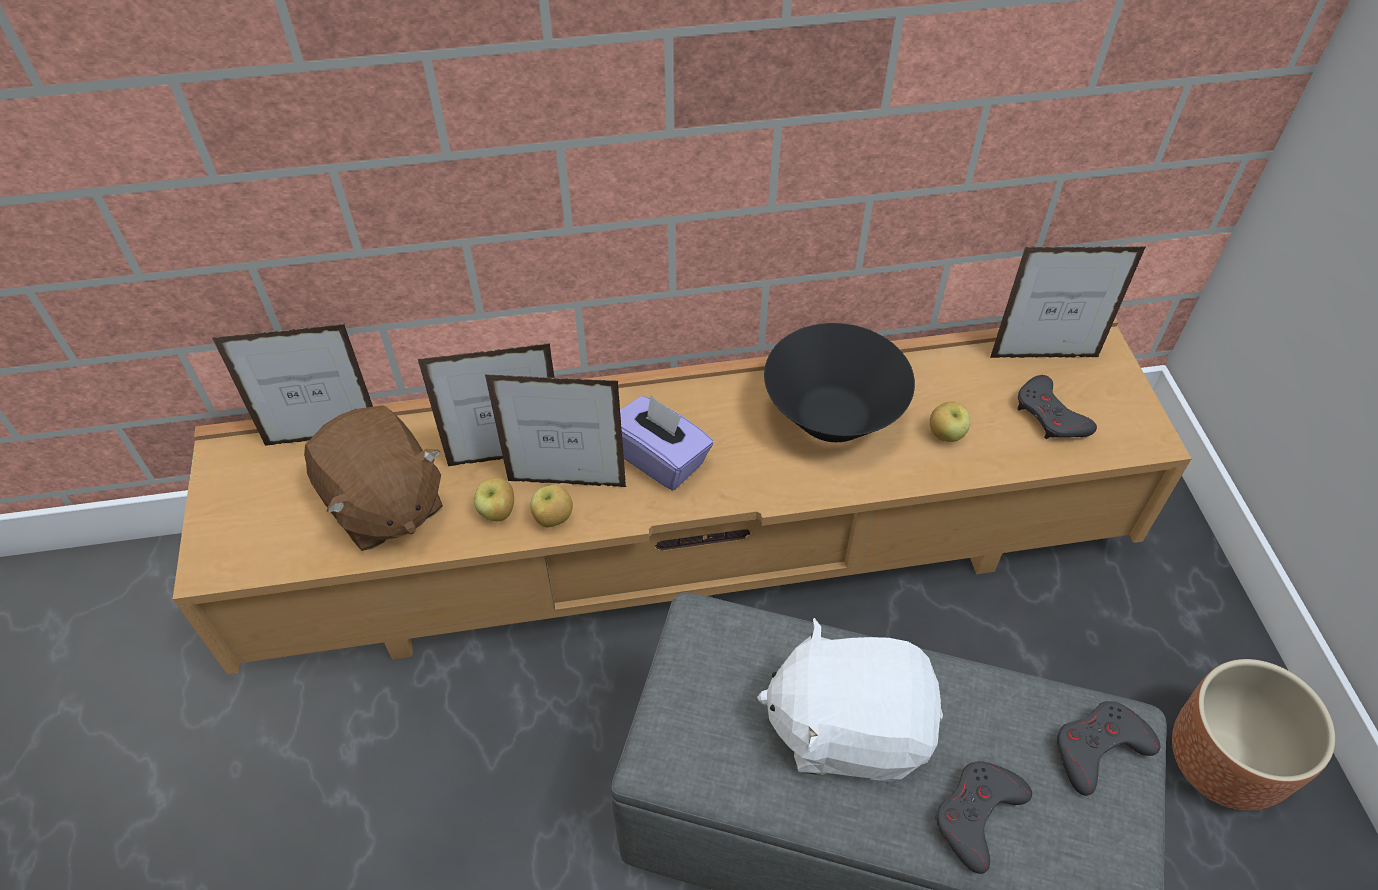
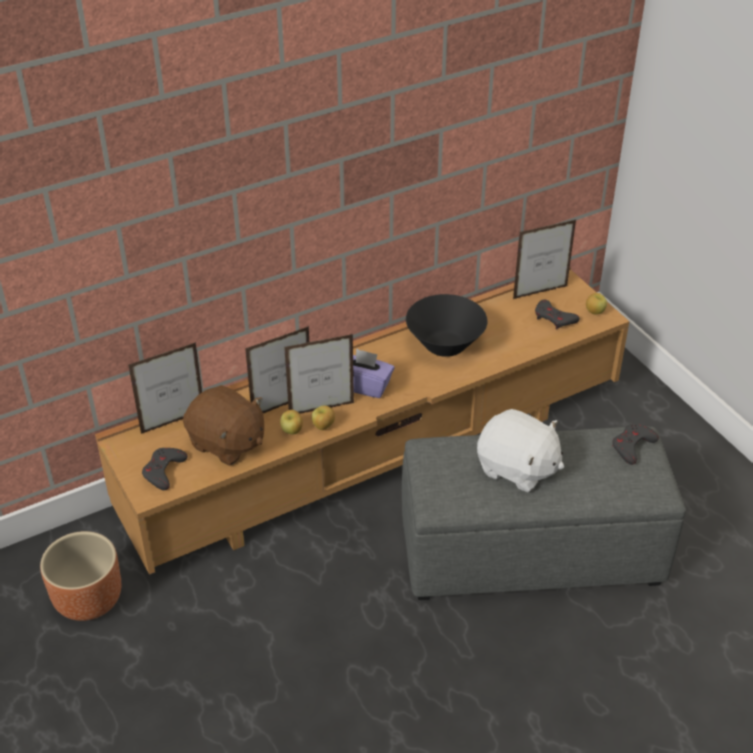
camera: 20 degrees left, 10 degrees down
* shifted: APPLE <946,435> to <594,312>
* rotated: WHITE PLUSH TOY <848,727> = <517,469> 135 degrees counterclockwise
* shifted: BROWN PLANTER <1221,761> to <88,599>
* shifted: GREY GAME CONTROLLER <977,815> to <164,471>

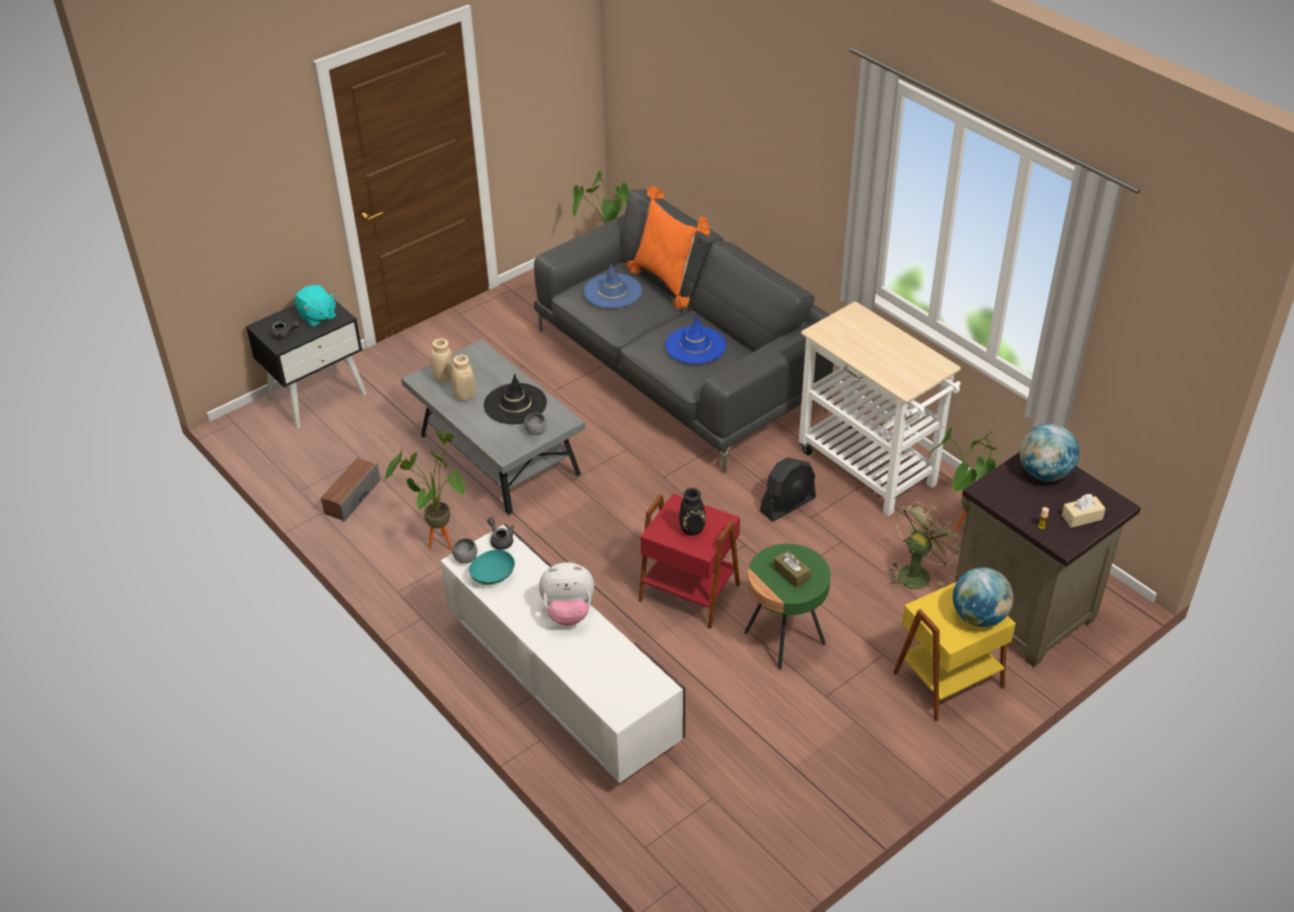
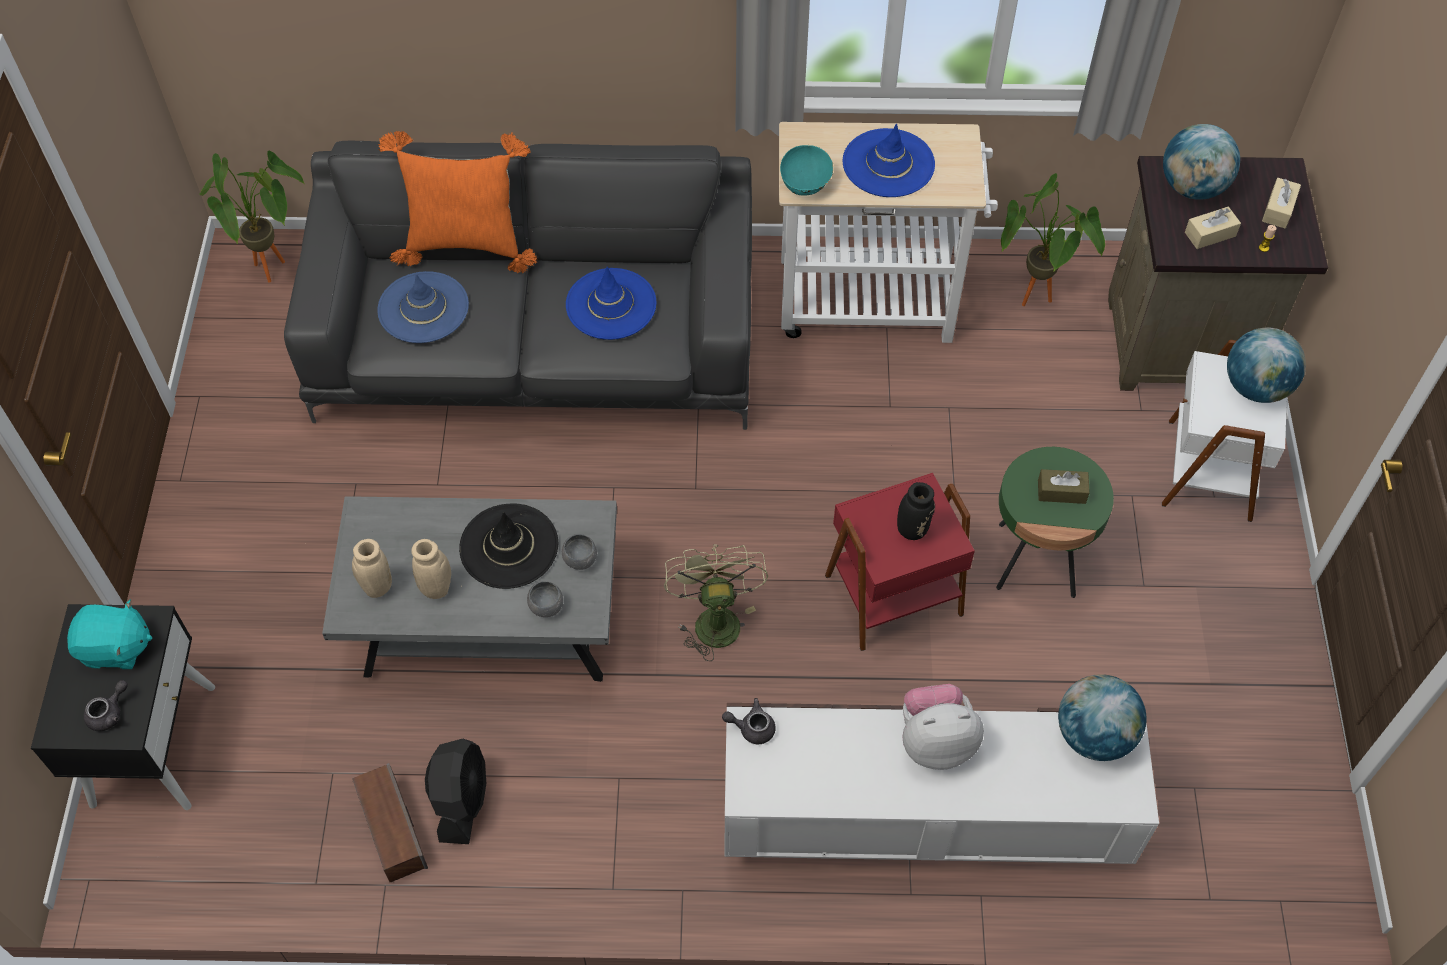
camera: 50 degrees left, 15 degrees up
* gone: POTTED PLANT <438,541>
* shifted: BLACK FAN <788,504> to <461,800>
* shifted: GREEN FAN <917,572> to <714,618>
* shifted: GREY BOWL <465,558> to <546,606>
* shifted: TURQUOISE BOWL <493,577> to <806,183>
* rotated: PLUSH TOY <568,612> = <935,741> 135 degrees counterclockwise
* repainted: YELLOW SIDE TABLE <947,678> to WHITE SIDE TABLE <1206,469>
* new: BLUE HAT <888,163>
* new: BEIGE TISSUE BOX <1210,234>
* new: GLOBE <1094,735>

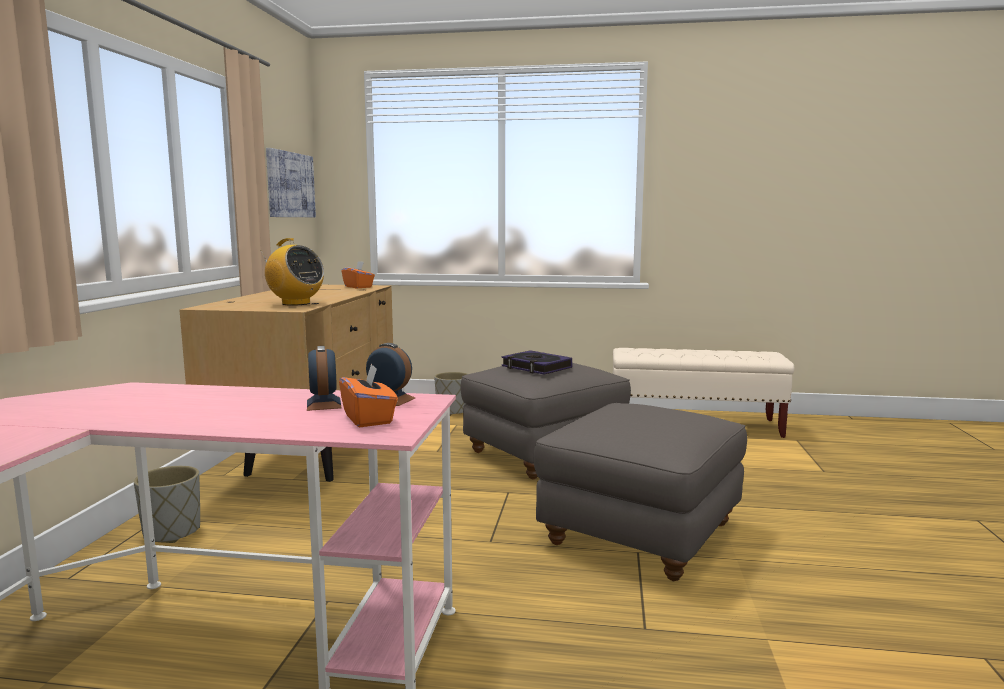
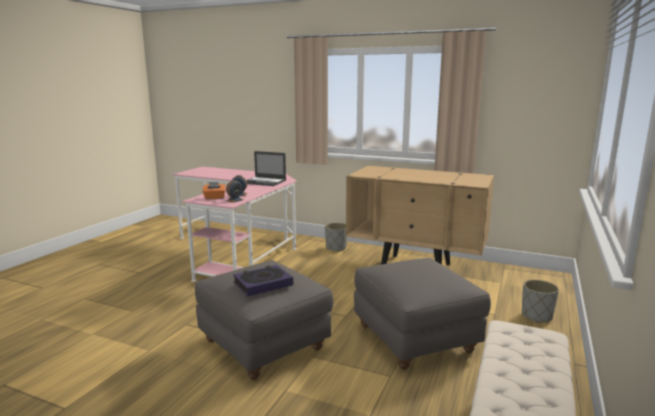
camera: 105 degrees right, 5 degrees up
* gone: PICTURE <290,185>
* gone: RADIO <295,303>
* gone: ORANGE TISSUE BOX <358,287>
* shifted: BOOK <536,367> to <263,284>
* new: LAPTOP <265,182>

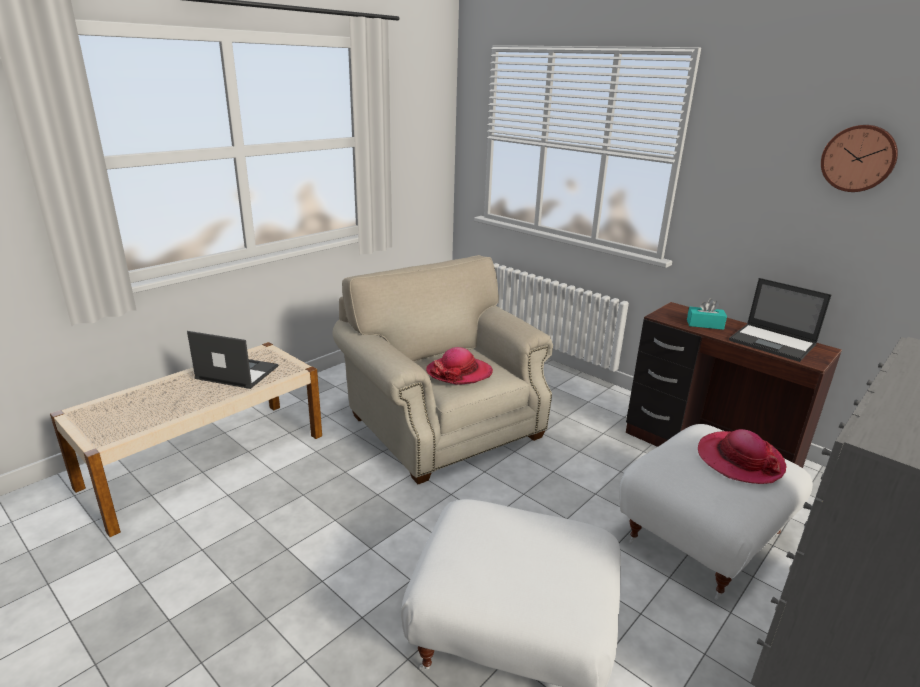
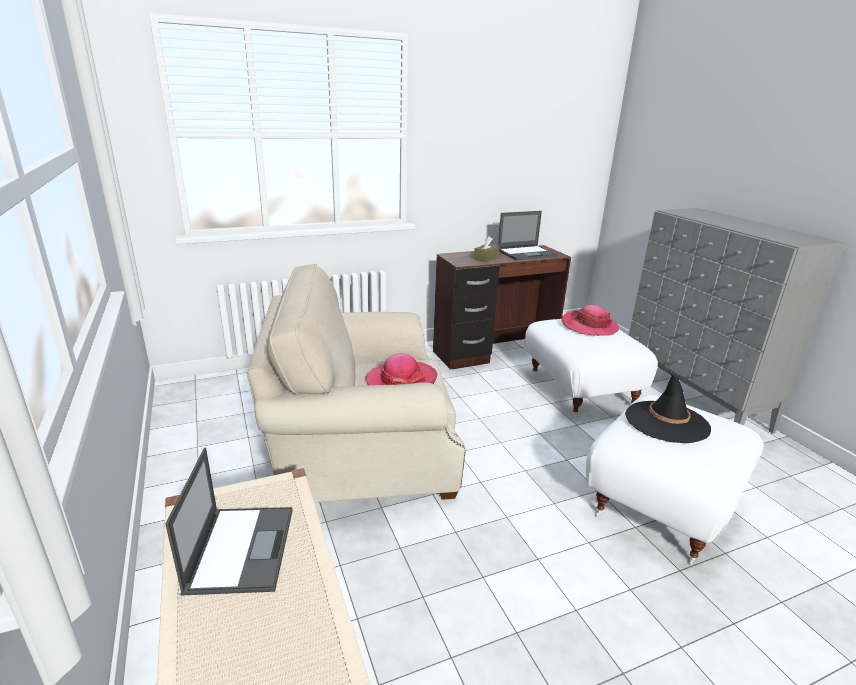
camera: 65 degrees left, 0 degrees up
* gone: WALL CLOCK <858,158>
* repainted: TURQUOISE TISSUE BOX <705,324> to BROWN TISSUE BOX <486,258>
* rotated: LAPTOP <236,372> = <241,548> 135 degrees clockwise
* new: BLACK HAT <666,422>

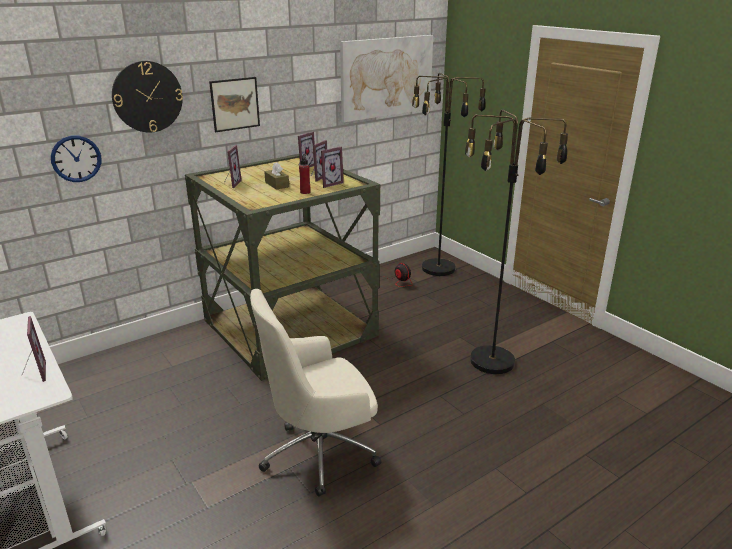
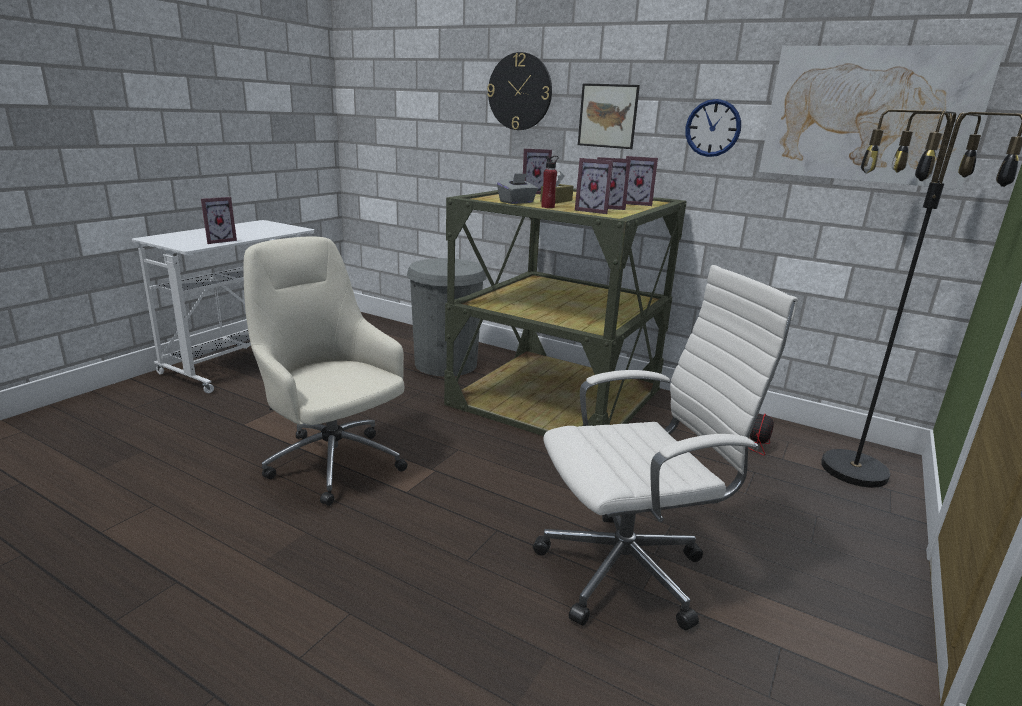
camera: 65 degrees right, 5 degrees down
* swapped: FLOOR LAMP <491,361> to WHITE OFFICE CHAIR <630,570>
* shifted: WALL CLOCK <76,158> to <713,128>
* new: GREY TISSUE BOX <517,202>
* new: GREY TRASH CAN <446,364>

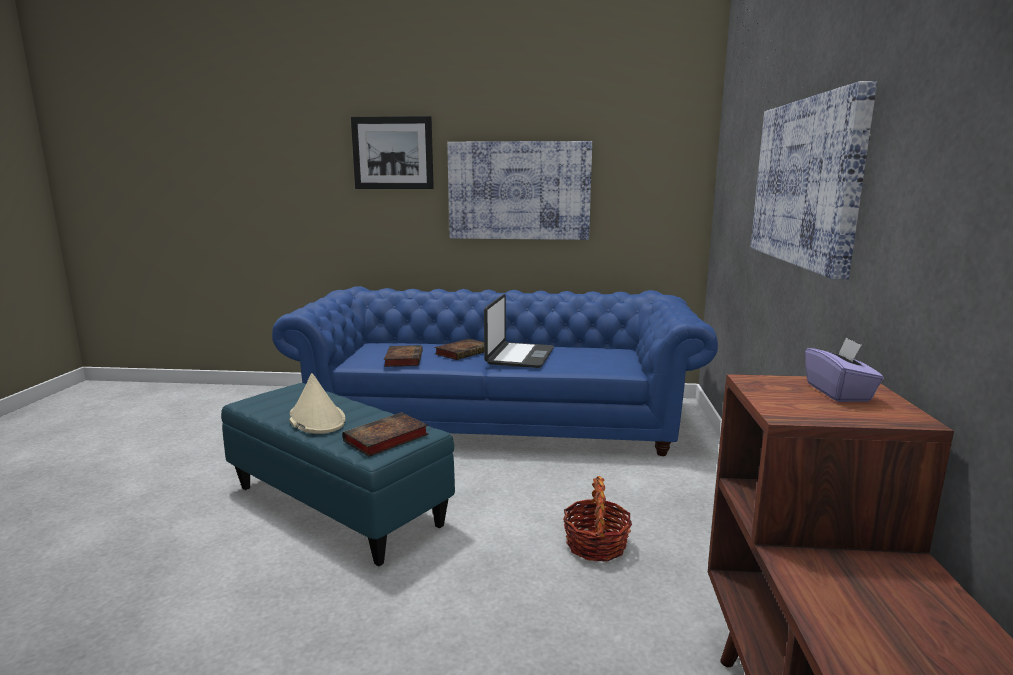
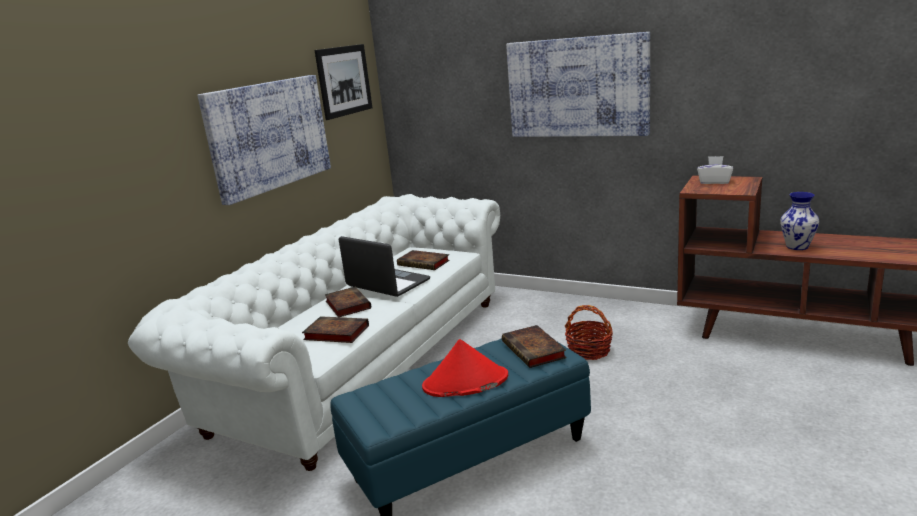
camera: 65 degrees left, 5 degrees up
* shifted: PICTURE <392,153> to <344,81>
* repainted: BLUE SOFA <497,421> to WHITE SOFA <362,360>
* repainted: PURPLE TISSUE BOX <838,393> to WHITE TISSUE BOX <714,182>
* repainted: BEIGE HAT <316,419> to RED HAT <465,382>
* new: VASE <797,246>
* new: BOOK <425,263>

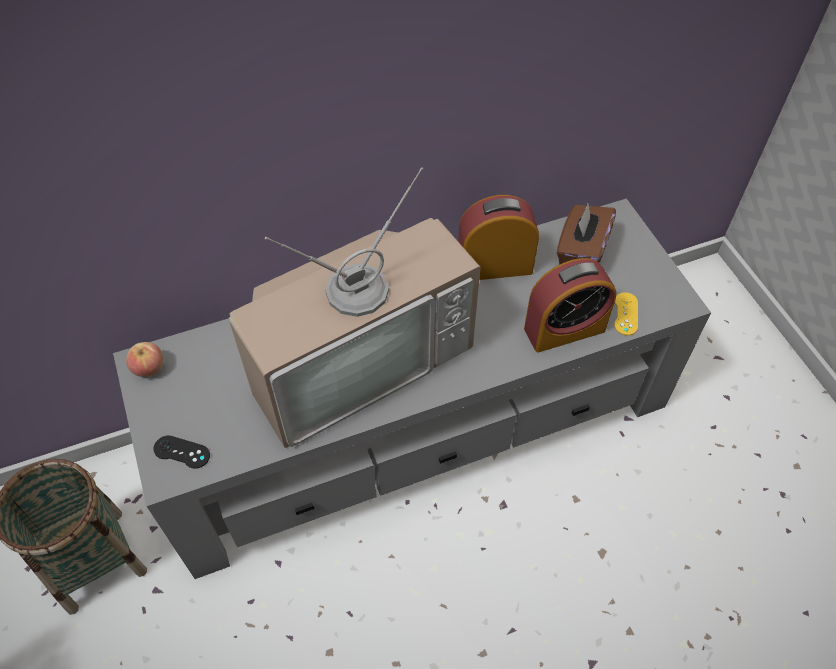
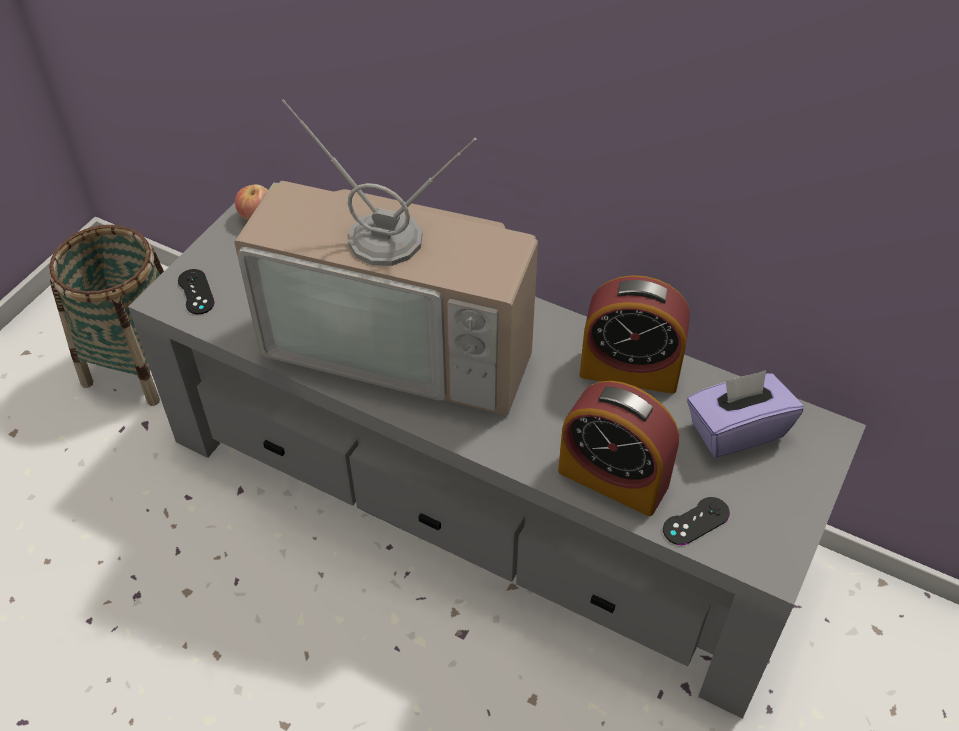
camera: 50 degrees right, 5 degrees down
* rotated: ALARM CLOCK <494,266> = <629,370> 150 degrees clockwise
* repainted: BROWN TISSUE BOX <581,251> to PURPLE TISSUE BOX <736,430>
* repainted: YELLOW GAME CONTROLLER <626,314> to BLACK GAME CONTROLLER <696,521>

